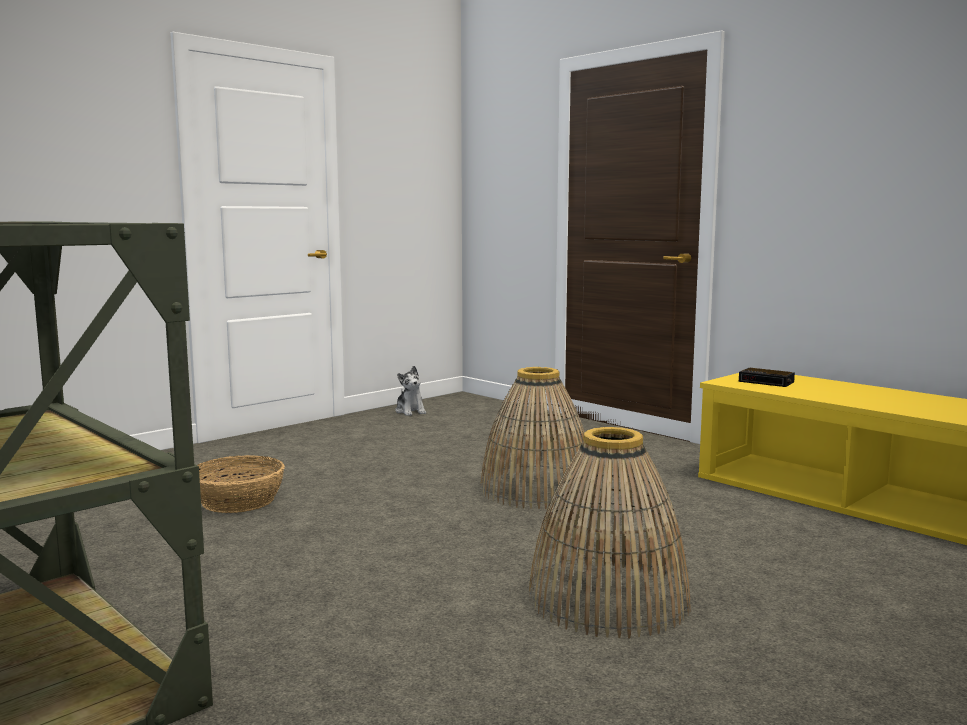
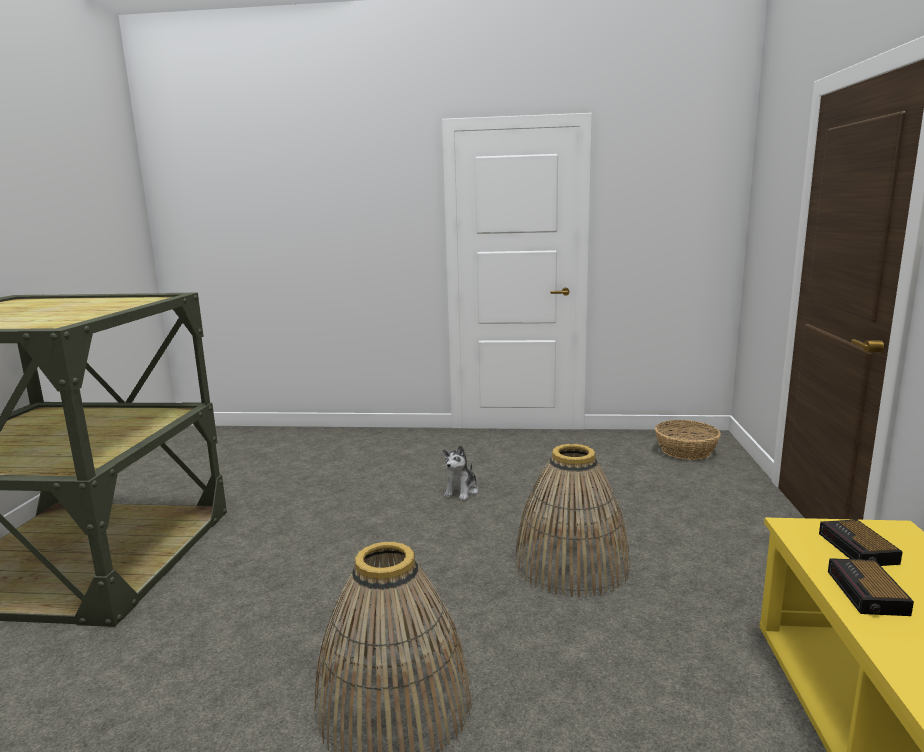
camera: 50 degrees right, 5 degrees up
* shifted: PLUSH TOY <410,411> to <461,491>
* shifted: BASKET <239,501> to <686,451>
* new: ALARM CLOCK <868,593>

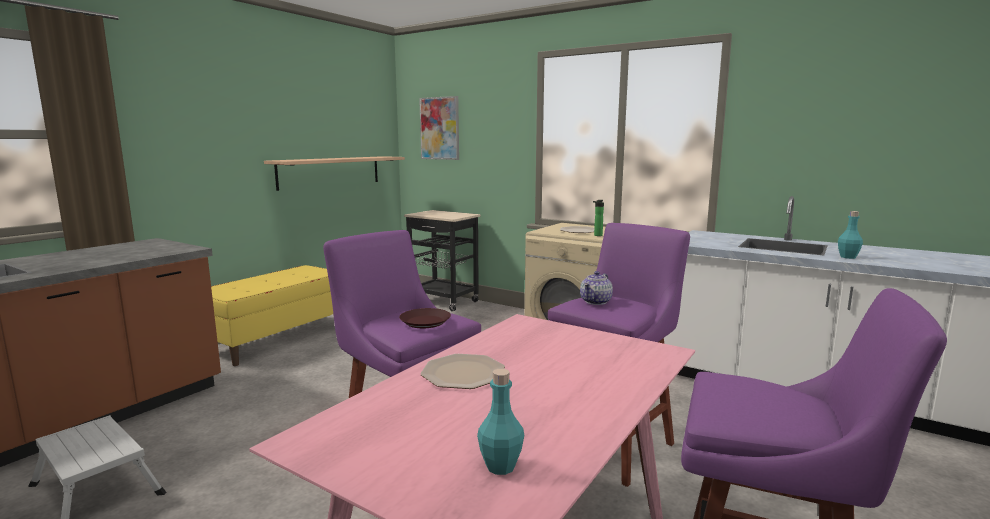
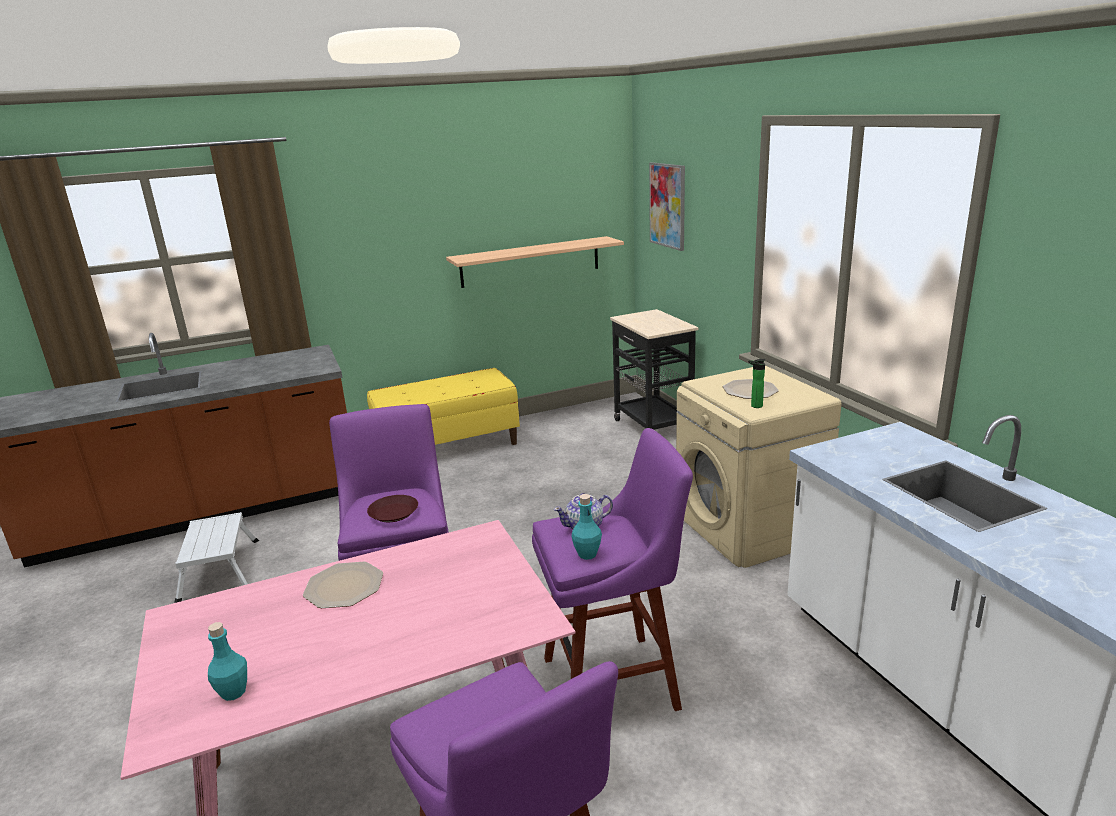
camera: 35 degrees right, 10 degrees up
* shifted: TURQUOISE BOTTLE <848,257> to <587,554>

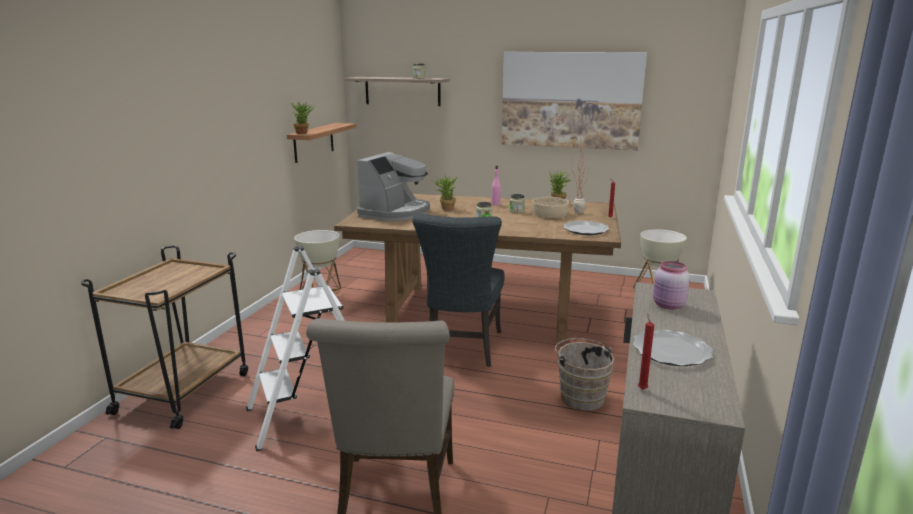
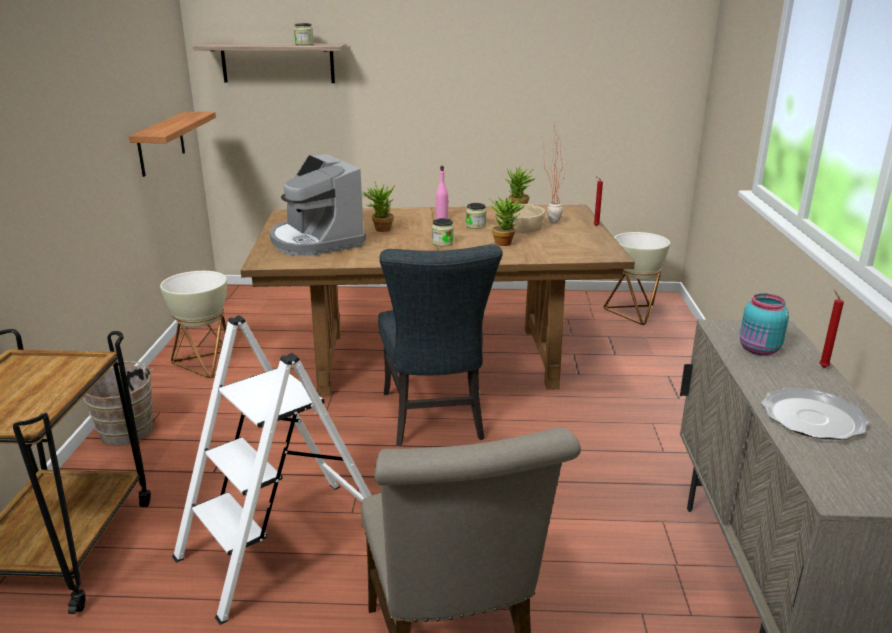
camera: 15 degrees left, 5 degrees up
* gone: PICTURE <570,100>
* shifted: POTTED PLANT <304,133> to <505,242>
* rotated: COFFEE MACHINE <396,212> = <316,241> 135 degrees clockwise
* gone: PLATE <585,230>
* repainted: PINK JAR <668,305> to TURQUOISE JAR <759,350>
* shifted: RED CANDLE <642,388> to <822,367>
* shifted: BROWN BUCKET <580,396> to <125,429>

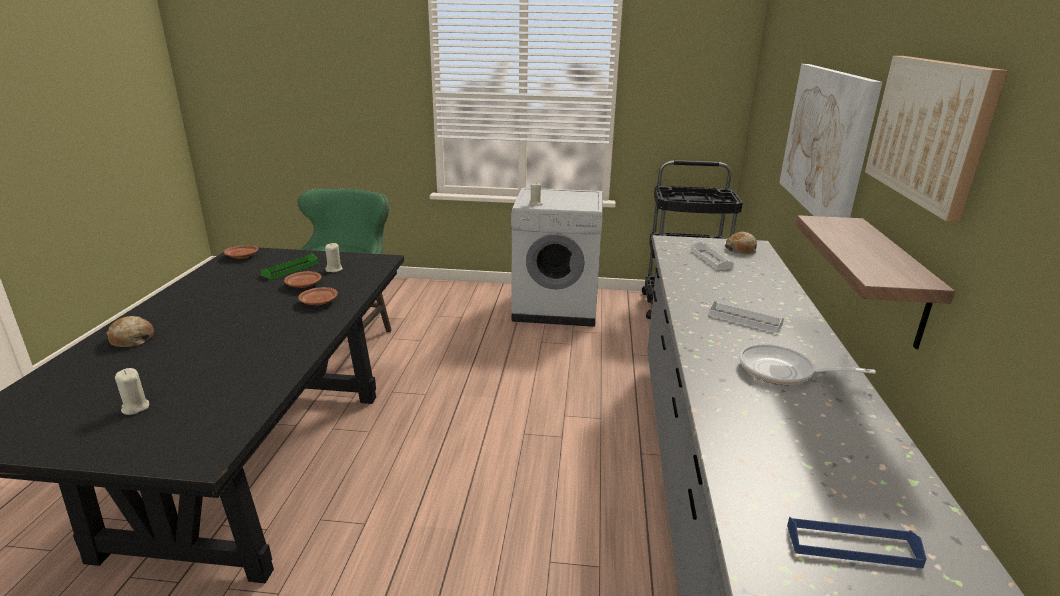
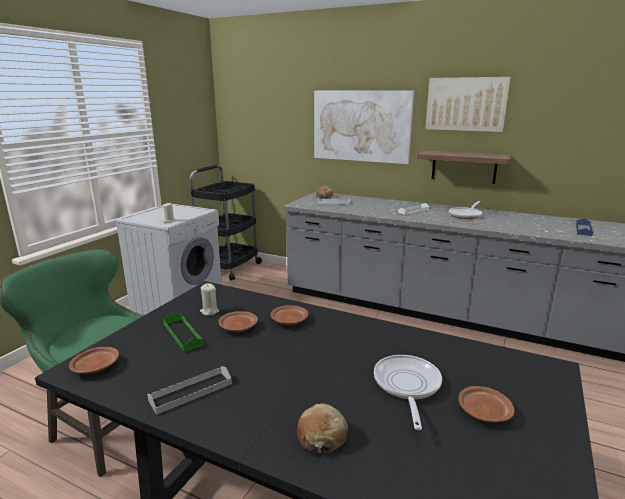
camera: 70 degrees left, 5 degrees down
* swapped: BEIGE CANDLE <135,407> to BROWN PLATE <483,411>
* new: FRYING PAN <407,386>
* new: GREY TRAY <191,392>

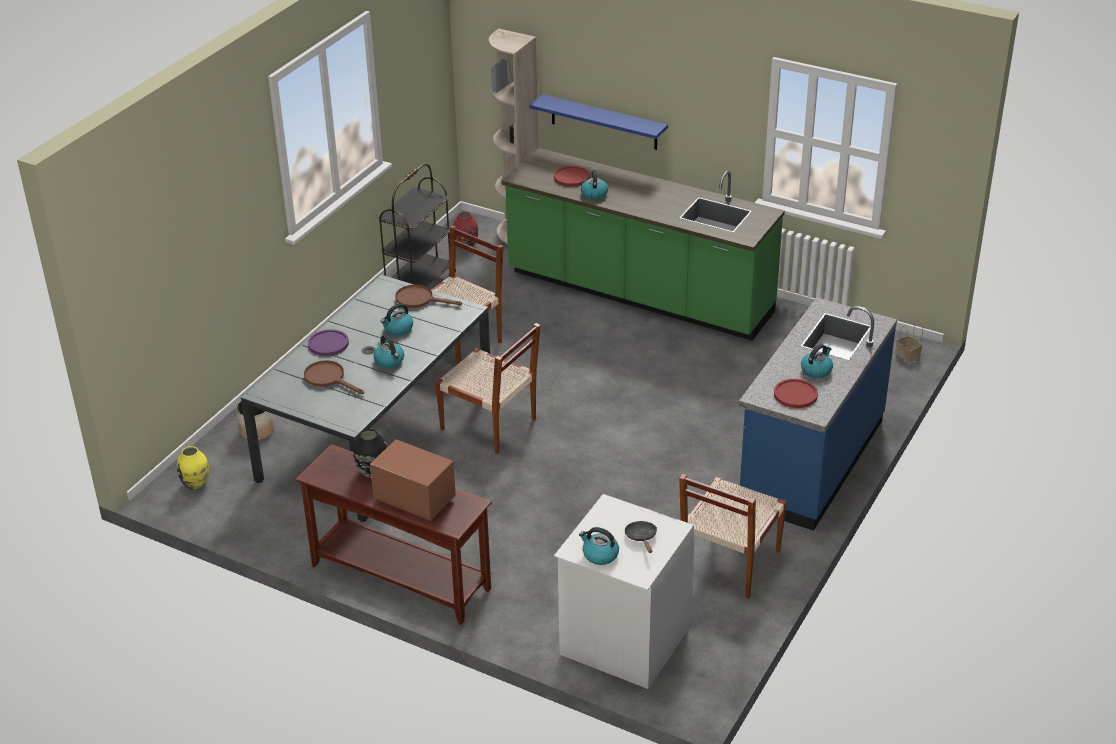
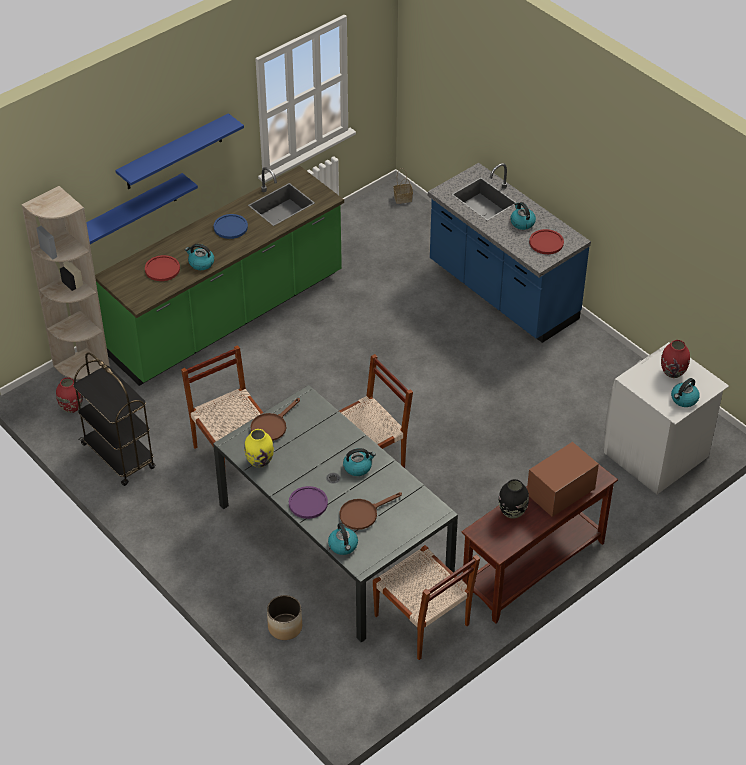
camera: 70 degrees left, 10 degrees up
* shifted: KETTLE <398,329> to <343,546>
* shifted: YELLOW VASE <196,484> to <260,461>
* shifted: CHAIR <728,565> to <423,622>
* swapped: BLACK FRYING PAN <641,537> to RED VASE <673,372>
* new: BLUE SHELF <174,152>
* new: BLUE PLATE <230,227>

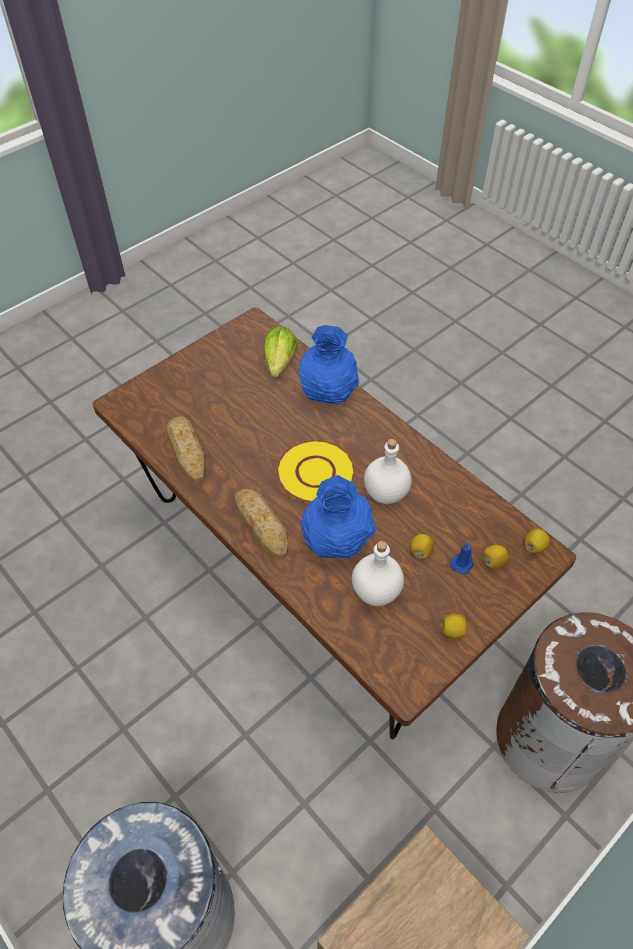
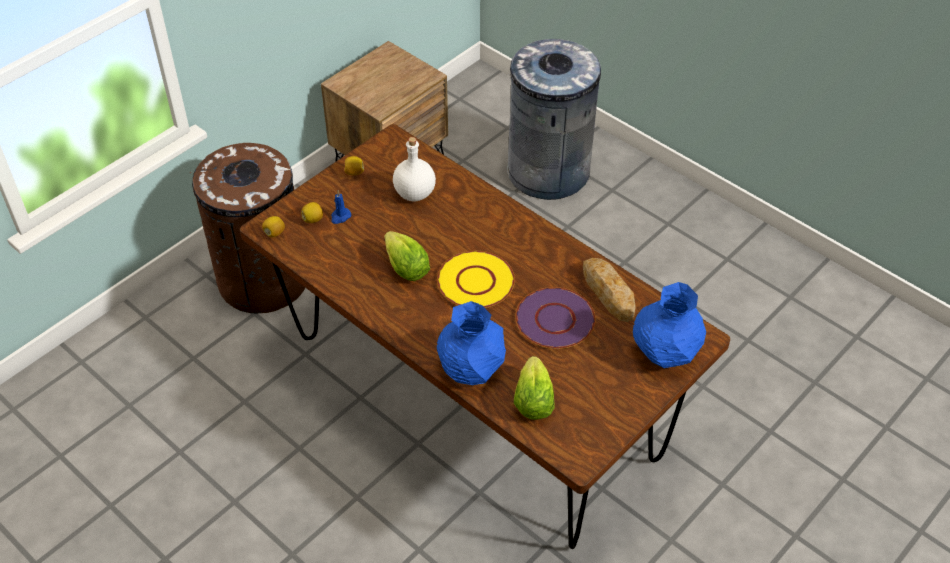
camera: 175 degrees right, 5 degrees down
* swapped: WHITE BOTTLE <385,492> to LETTUCE <406,268>
* shifted: BLUE VASE <337,540> to <666,353>
* gone: BREAD <261,526>
* gone: LEMON <420,551>
* new: PURPLE PLATE <554,319>

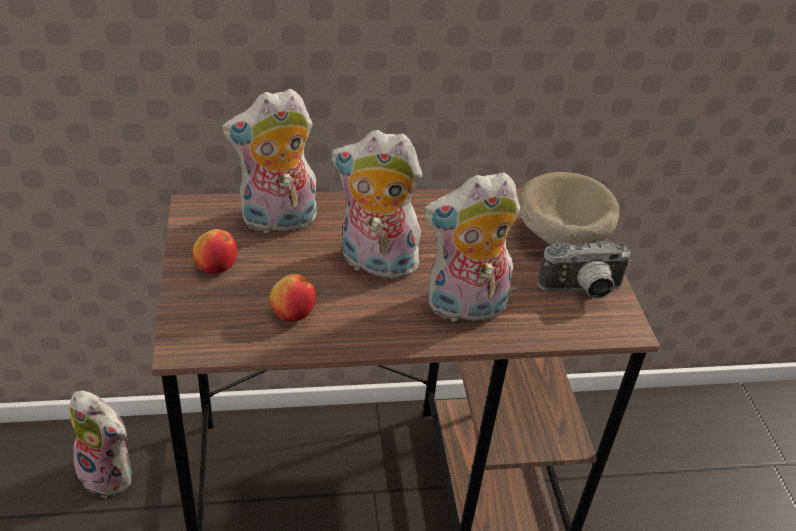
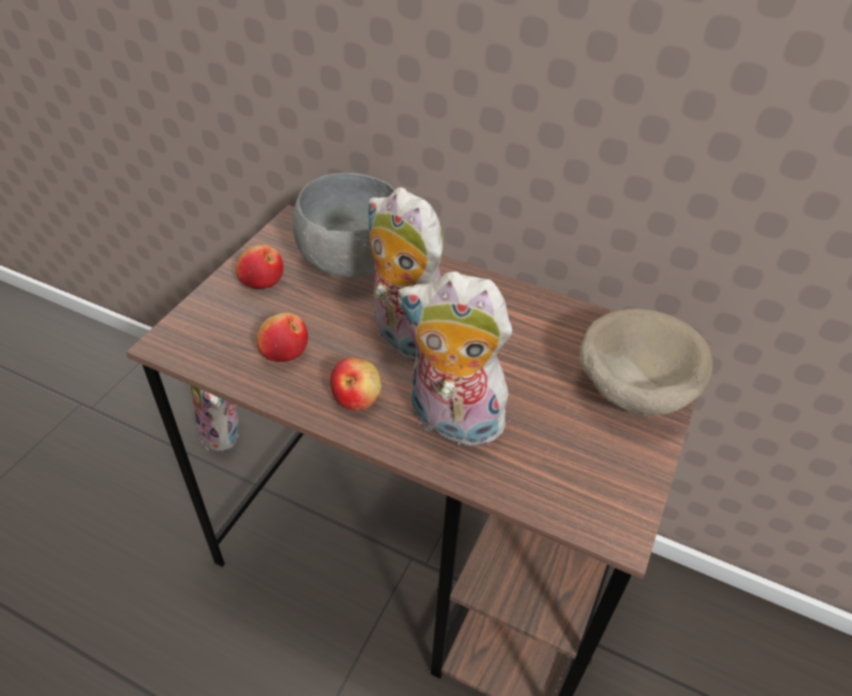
camera: 35 degrees right, 5 degrees up
* swapped: PLUSH TOY <277,222> to GREY BOWL <352,261>
* gone: PHOTO CAMERA <582,291>
* new: APPLE <356,397>

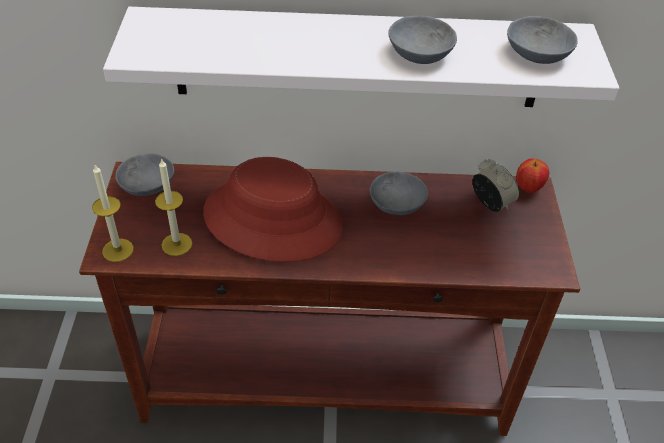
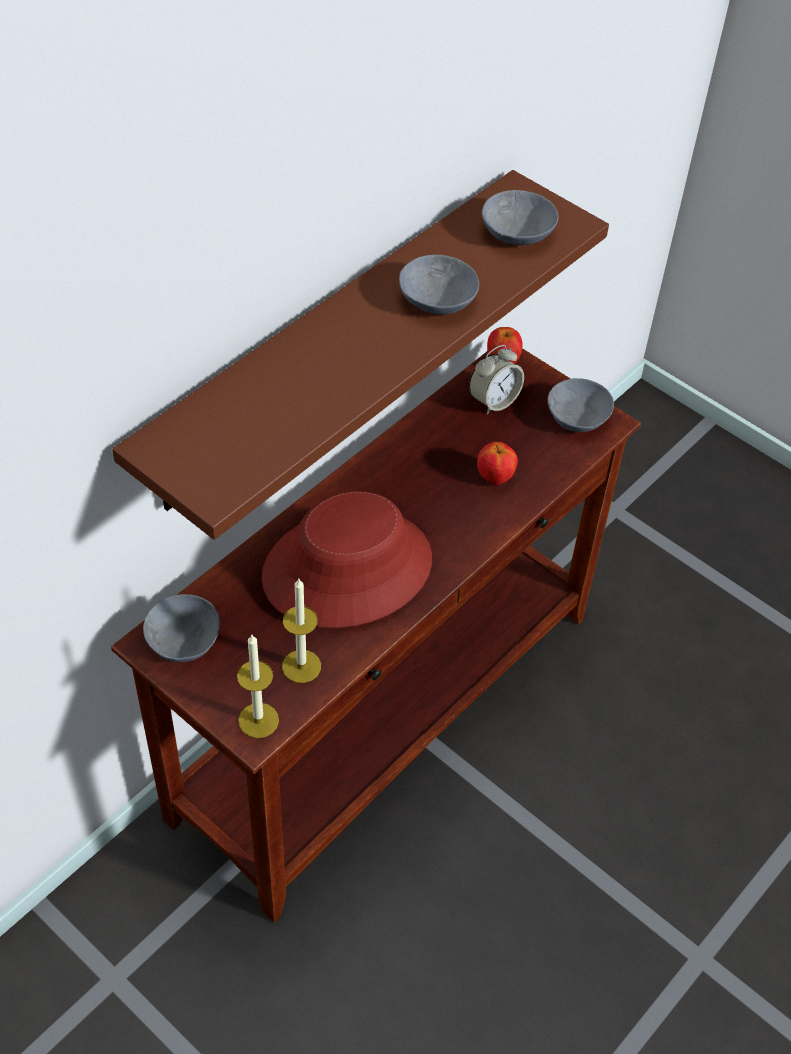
camera: 50 degrees left, 5 degrees up
* repainted: WHITE SHELF <358,58> to BROWN SHELF <331,341>
* rotated: ALARM CLOCK <491,204> = <494,401> 135 degrees clockwise
* shifted: GREY BOWL <396,205> to <579,418>
* new: APPLE <495,478>

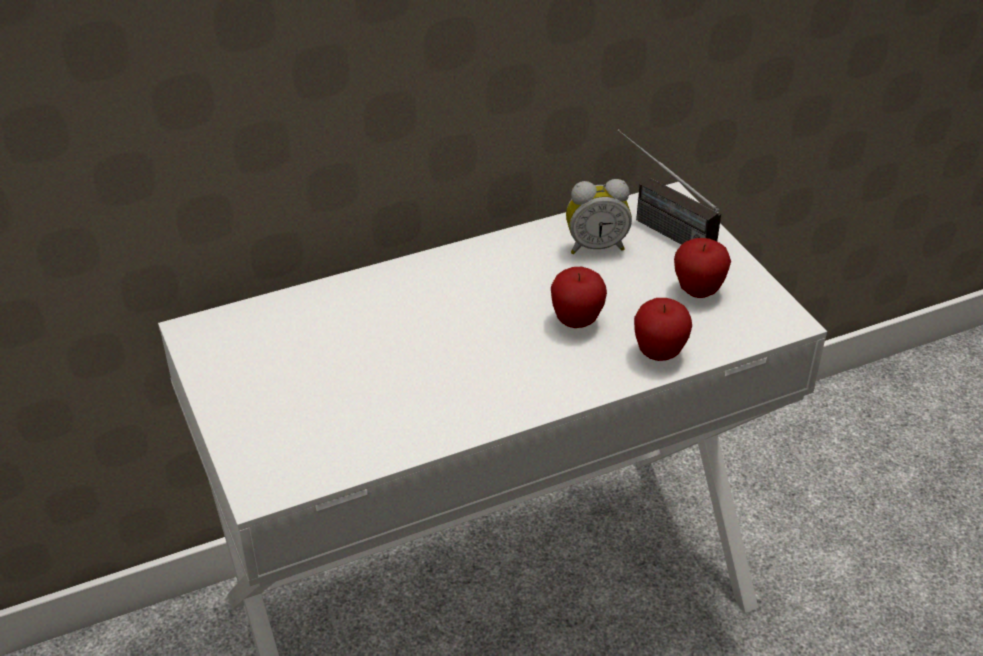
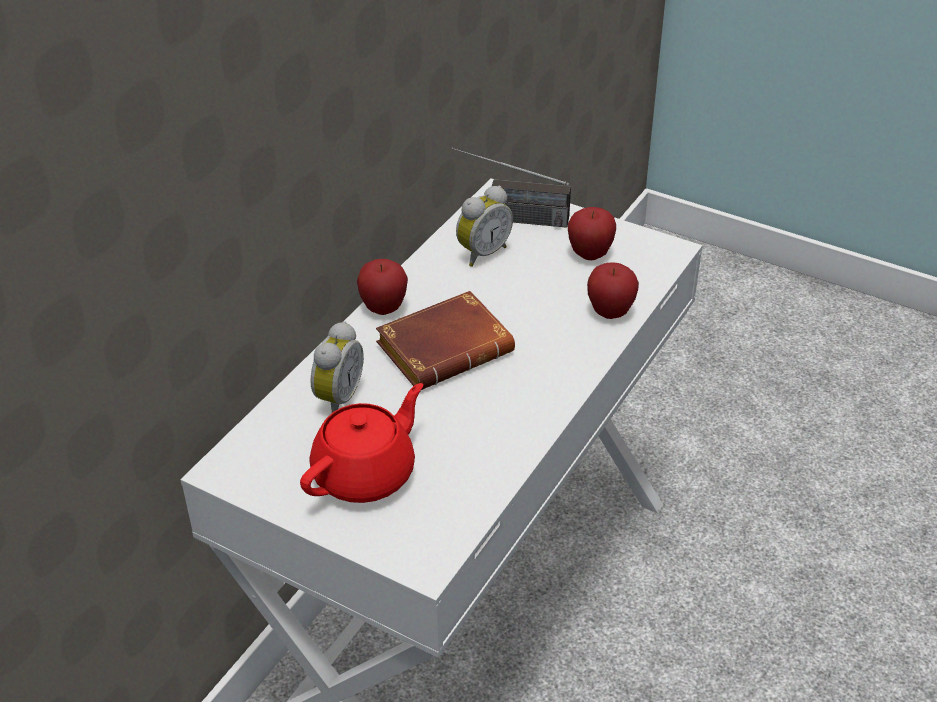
camera: 35 degrees left, 0 degrees up
* shifted: APPLE <576,321> to <384,308>
* new: BROWN BOOK <446,347>
* new: ALARM CLOCK <336,398>
* new: RED TEAPOT <366,474>

